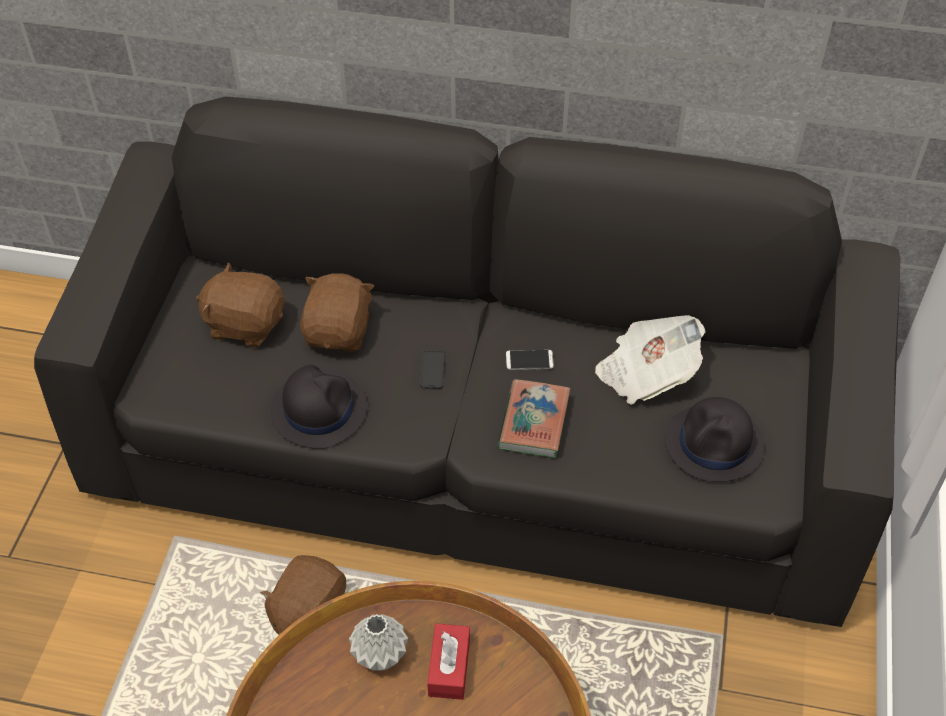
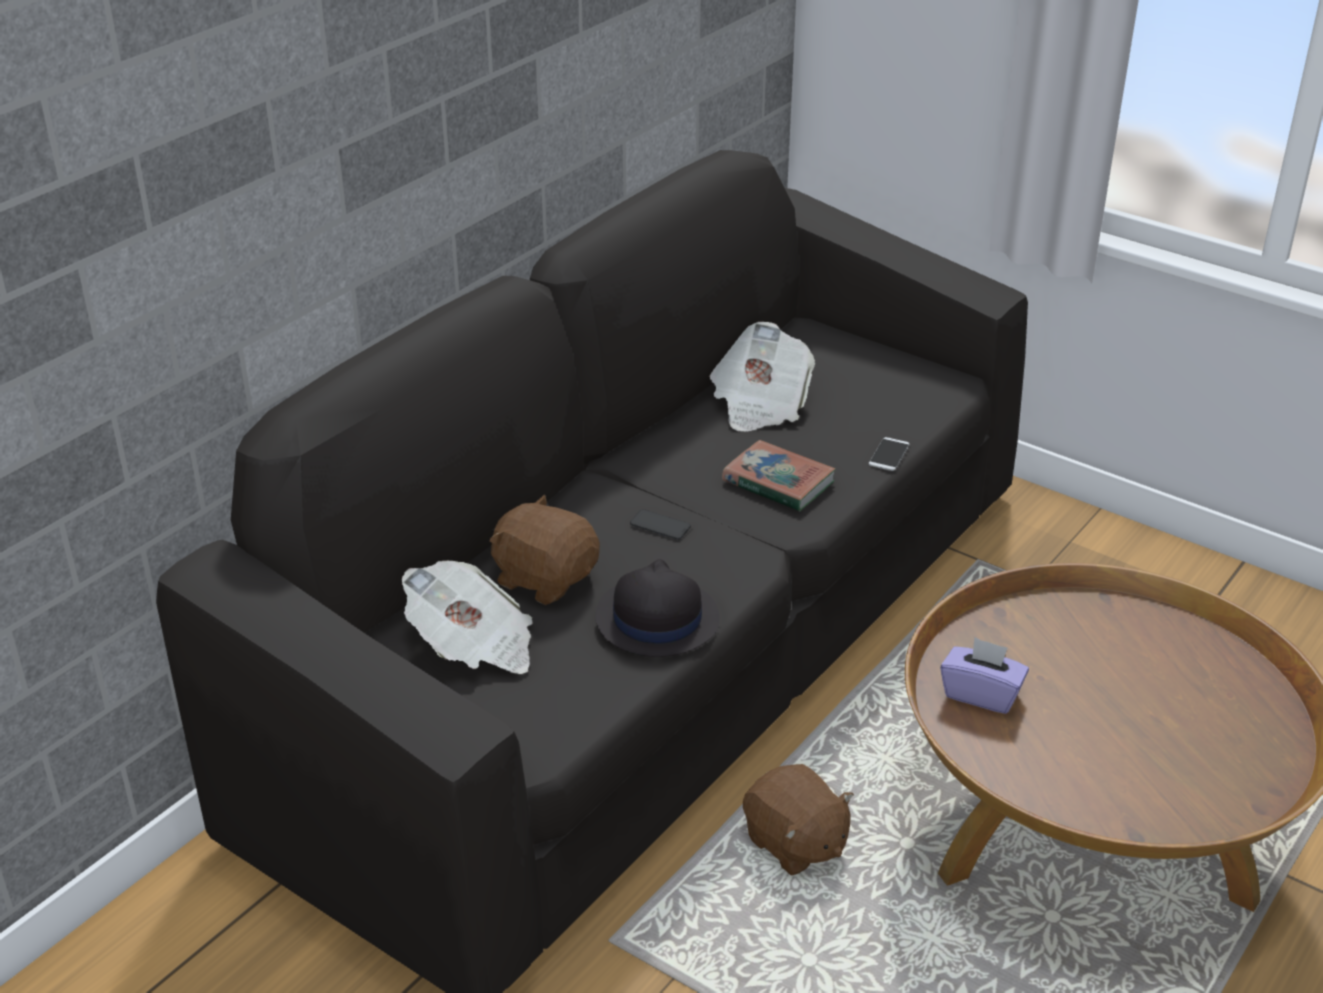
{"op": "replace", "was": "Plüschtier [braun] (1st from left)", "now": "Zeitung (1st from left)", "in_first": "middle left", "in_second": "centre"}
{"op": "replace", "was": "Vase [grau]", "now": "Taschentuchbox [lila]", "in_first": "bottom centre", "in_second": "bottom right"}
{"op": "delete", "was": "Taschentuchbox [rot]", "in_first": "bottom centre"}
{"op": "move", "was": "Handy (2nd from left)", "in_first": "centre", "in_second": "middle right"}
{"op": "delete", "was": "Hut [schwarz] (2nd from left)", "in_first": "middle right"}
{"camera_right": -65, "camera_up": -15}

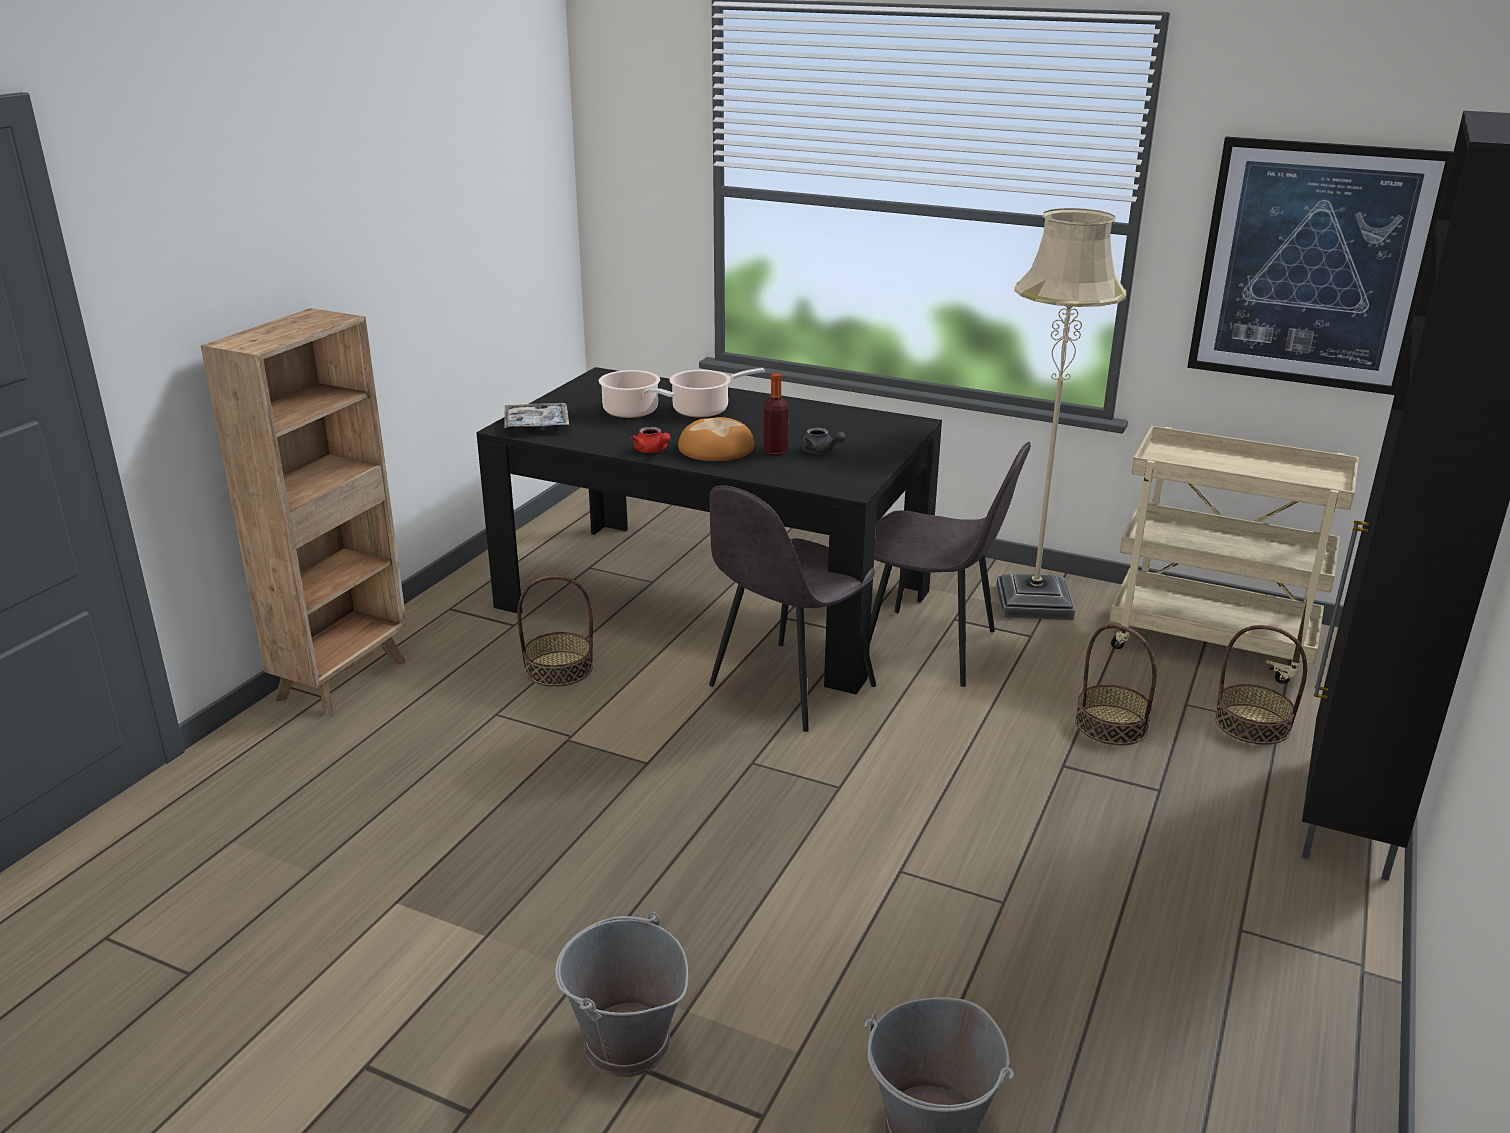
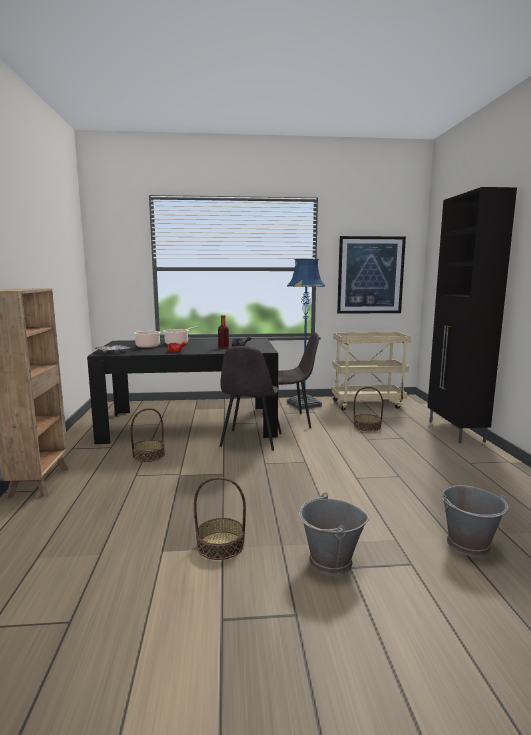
{"op": "delete", "was": "Brot", "in_first": "centre"}
{"op": "recolor", "was": "Stehlampe [beige]", "now": "Stehlampe [blau]", "in_first": "middle right", "in_second": "centre"}
{"op": "move", "was": "Korb (3rd from left in the first image)", "now": "Korb (2nd from left)", "in_first": "middle right", "in_second": "bottom centre"}
{"camera_right": -30, "camera_up": -15}

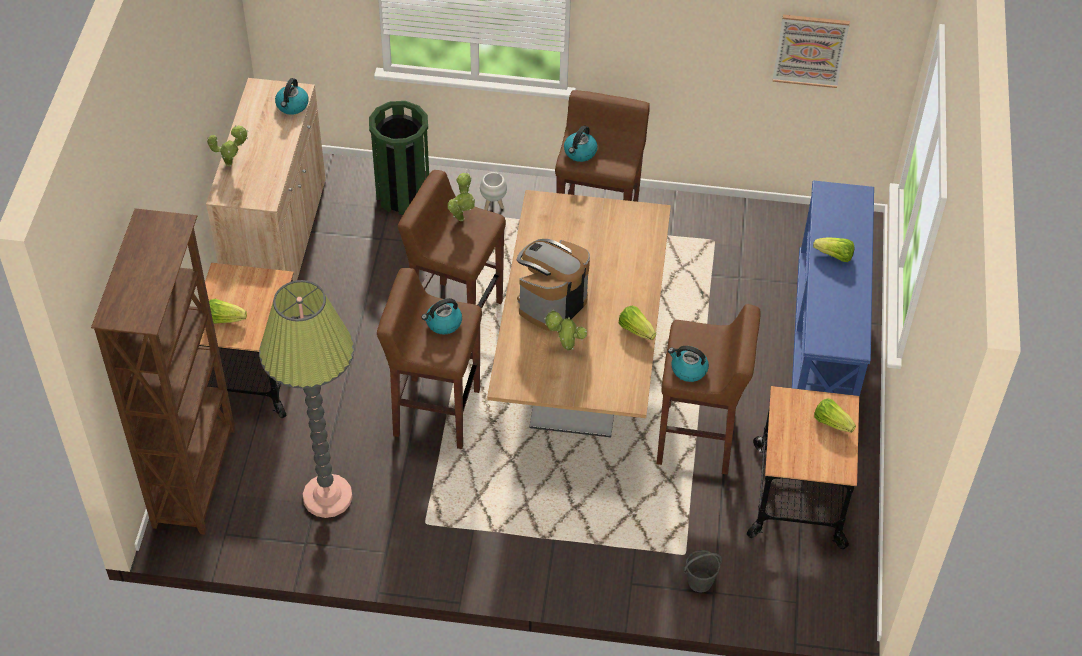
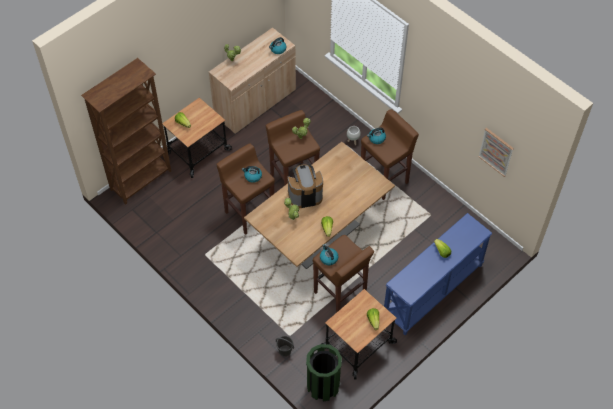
{"op": "delete", "was": "Stehlampe", "in_first": "middle left"}
{"op": "move", "was": "Mülleimer [grün]", "in_first": "top centre", "in_second": "bottom centre"}
{"camera_right": 40, "camera_up": 5}

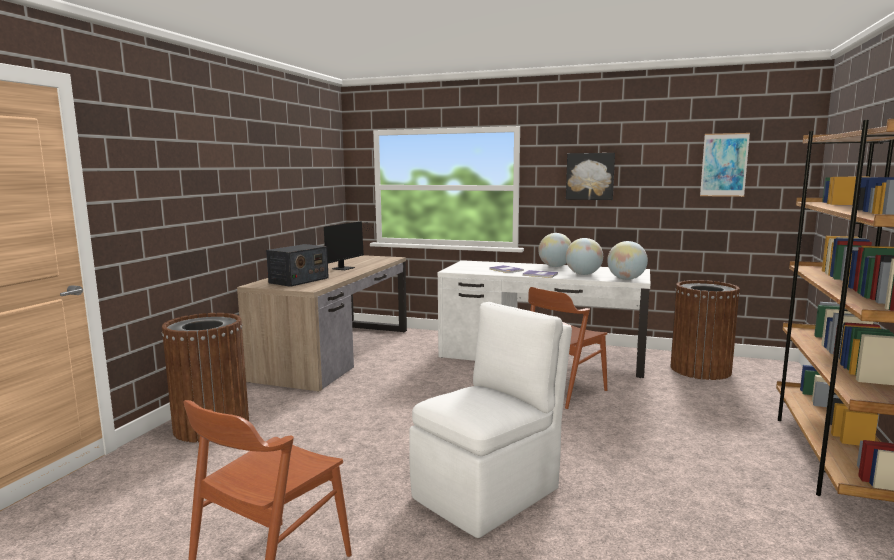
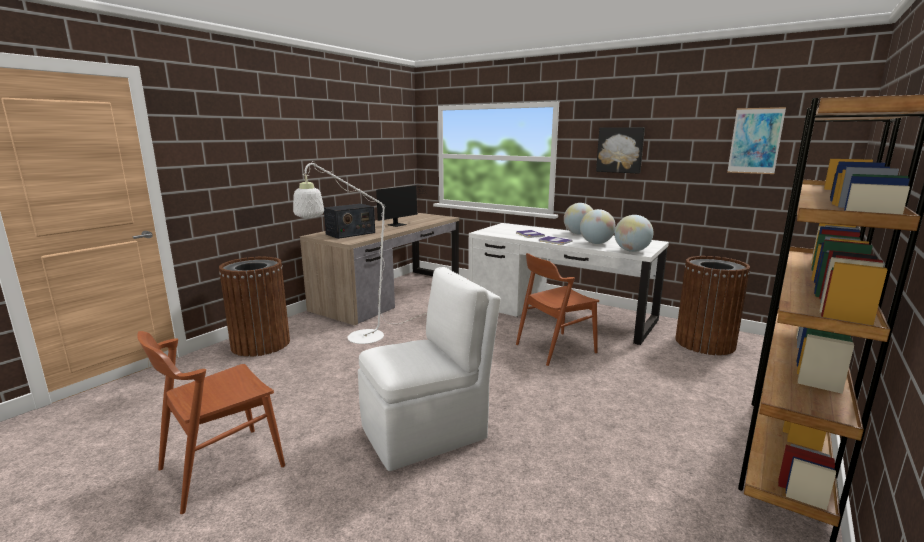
{"op": "insert", "now": "Stehlampe [weiß]", "in_second": "centre"}
{"camera_right": 15, "camera_up": 5}

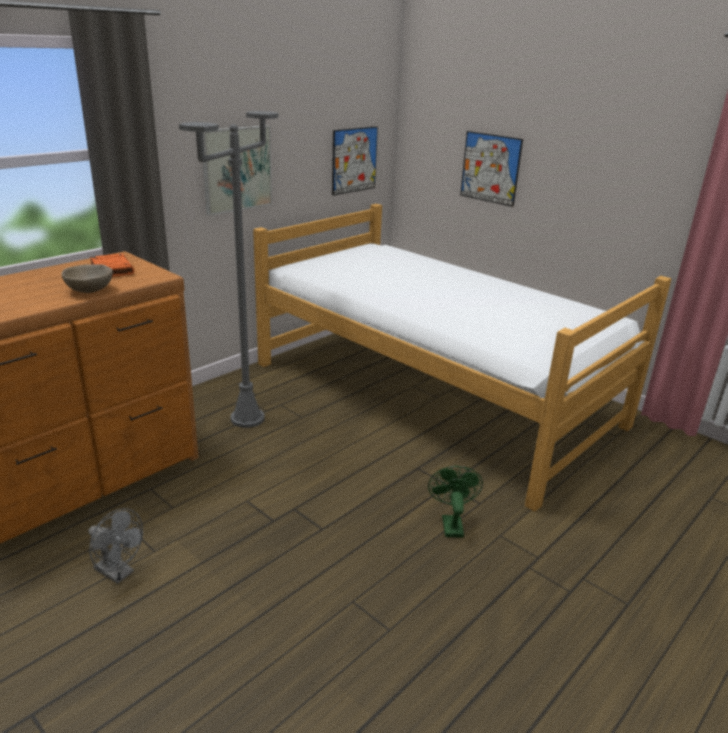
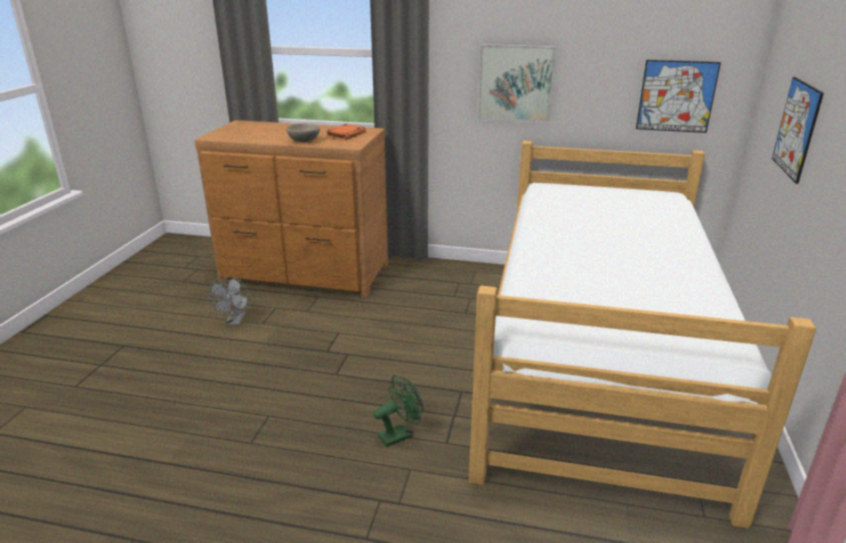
{"op": "delete", "was": "Stehlampe [grau]", "in_first": "middle left"}
{"camera_right": 60, "camera_up": 0}

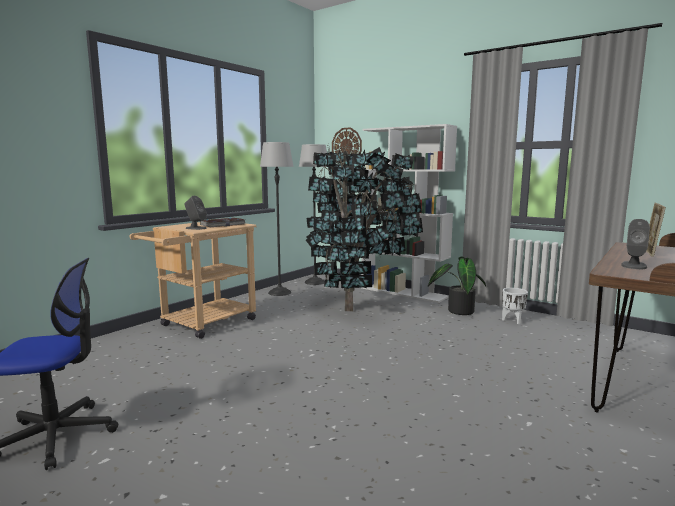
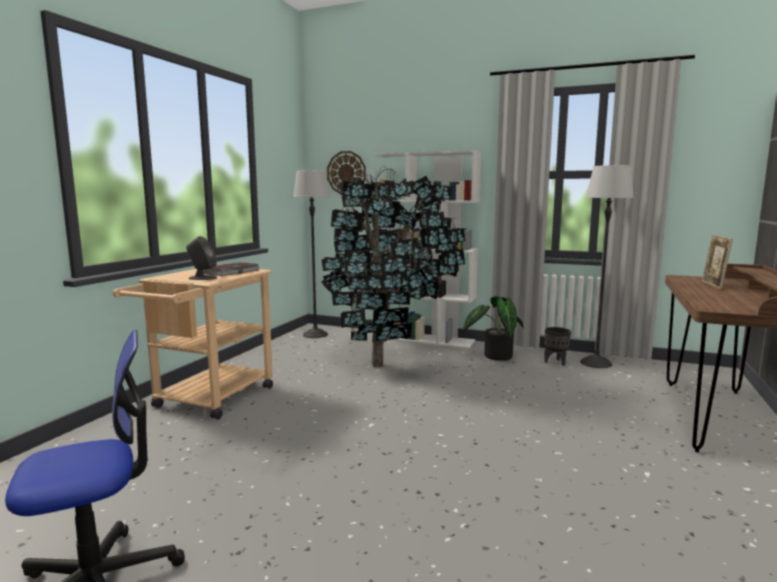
{"op": "move", "was": "Stehlampe (1st from left in the first image)", "now": "Stehlampe (2nd from left)", "in_first": "centre", "in_second": "middle right"}
{"op": "recolor", "was": "Pflanzkübel [weiß]", "now": "Pflanzkübel [schwarz]", "in_first": "middle right", "in_second": "middle right"}
{"op": "delete", "was": "Lautsprecher [grau] (2nd from left)", "in_first": "middle right"}
{"camera_right": -15, "camera_up": 0}

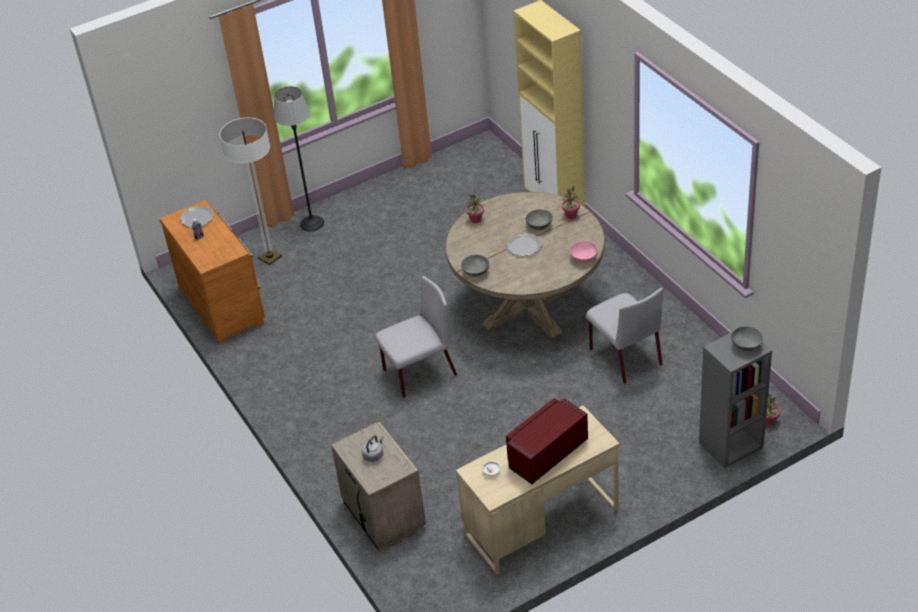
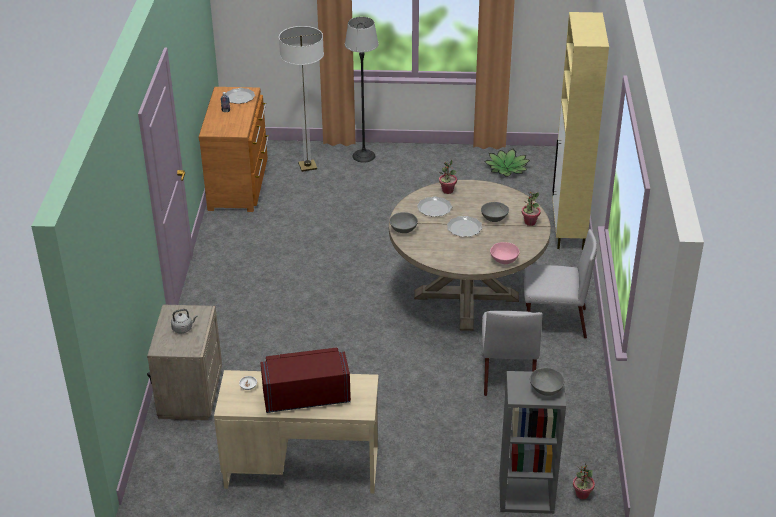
{"op": "move", "was": "Stuhl [grau] (1st from left in the first image)", "now": "Stuhl [grau] (2nd from left)", "in_first": "centre", "in_second": "middle right"}
{"op": "insert", "now": "Teller (2nd from left)", "in_second": "centre"}
{"op": "insert", "now": "Topfpflanze (2nd from left)", "in_second": "top centre"}
{"camera_right": 30, "camera_up": -5}

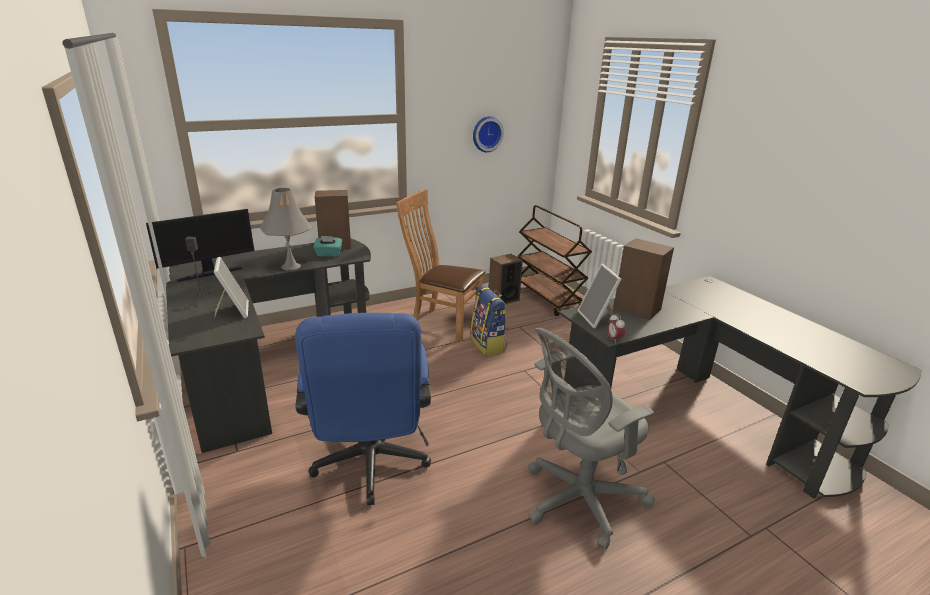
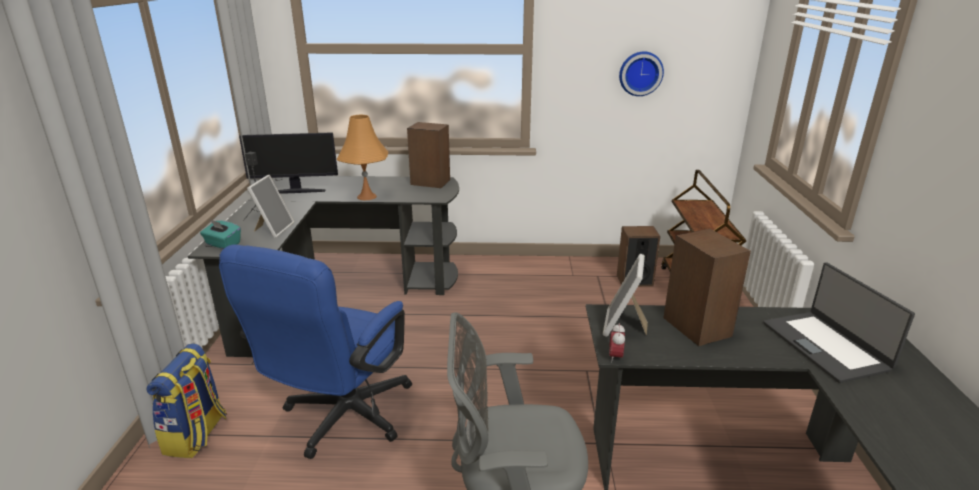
{"op": "recolor", "was": "Tischlampe [grau]", "now": "Tischlampe [orange]", "in_first": "middle left", "in_second": "top centre"}
{"op": "move", "was": "Taschentuchbox [türkis]", "in_first": "centre", "in_second": "middle left"}
{"op": "delete", "was": "Stuhl [braun]", "in_first": "centre"}
{"op": "move", "was": "Rucksack", "in_first": "centre", "in_second": "bottom left"}
{"op": "insert", "now": "Laptop", "in_second": "middle right"}
{"camera_right": 30, "camera_up": 0}

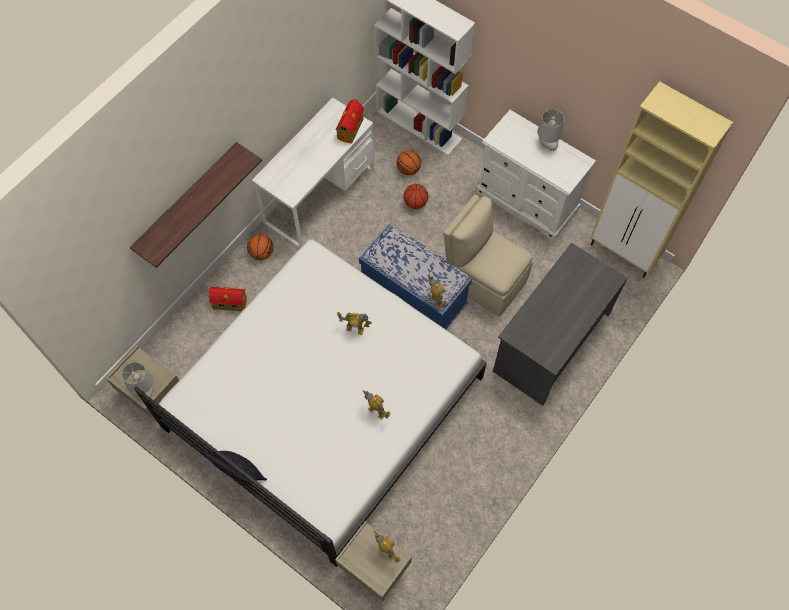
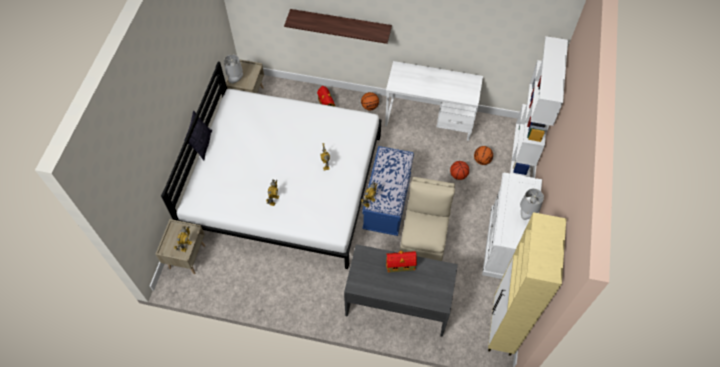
{"op": "move", "was": "Spielzeughaus (2nd from left)", "in_first": "top centre", "in_second": "bottom centre"}
{"camera_right": 65, "camera_up": -5}

